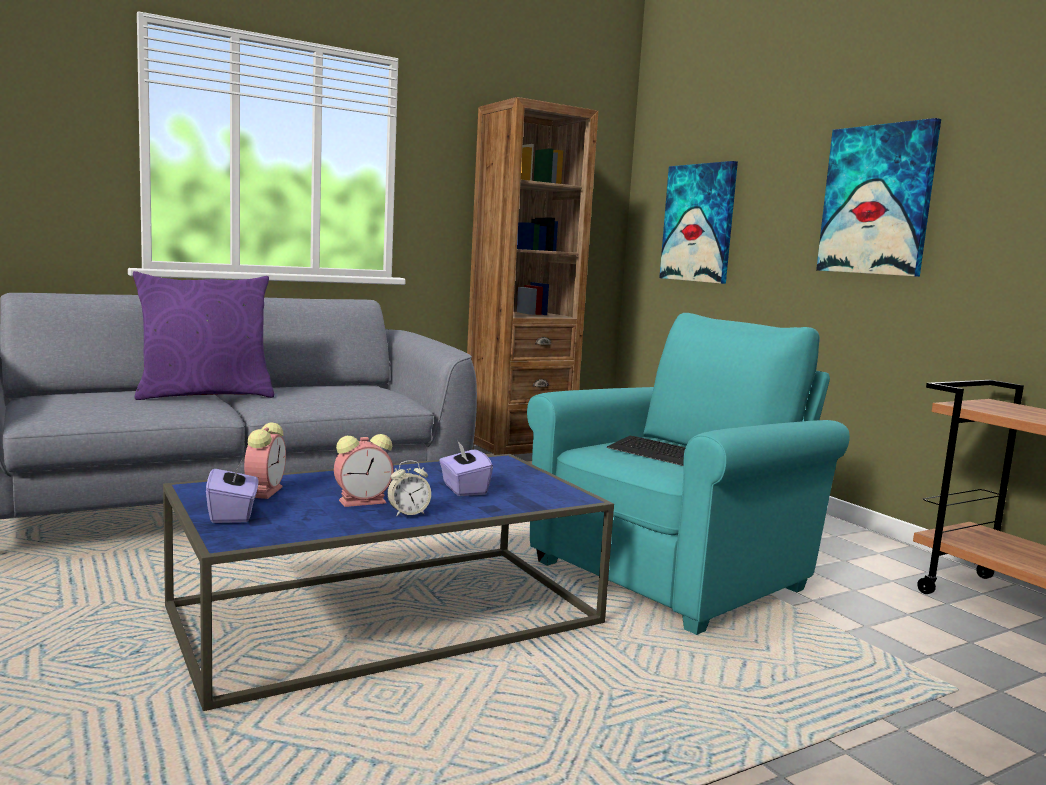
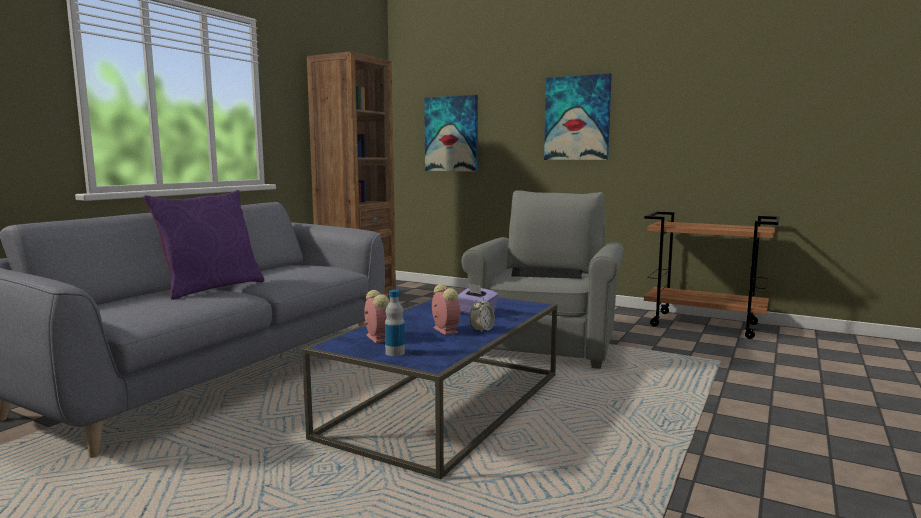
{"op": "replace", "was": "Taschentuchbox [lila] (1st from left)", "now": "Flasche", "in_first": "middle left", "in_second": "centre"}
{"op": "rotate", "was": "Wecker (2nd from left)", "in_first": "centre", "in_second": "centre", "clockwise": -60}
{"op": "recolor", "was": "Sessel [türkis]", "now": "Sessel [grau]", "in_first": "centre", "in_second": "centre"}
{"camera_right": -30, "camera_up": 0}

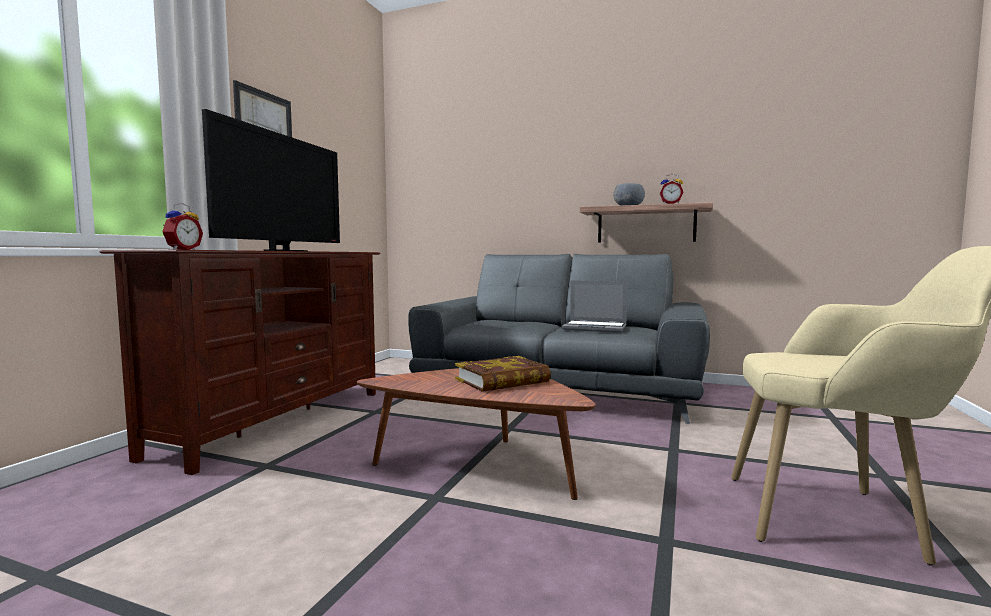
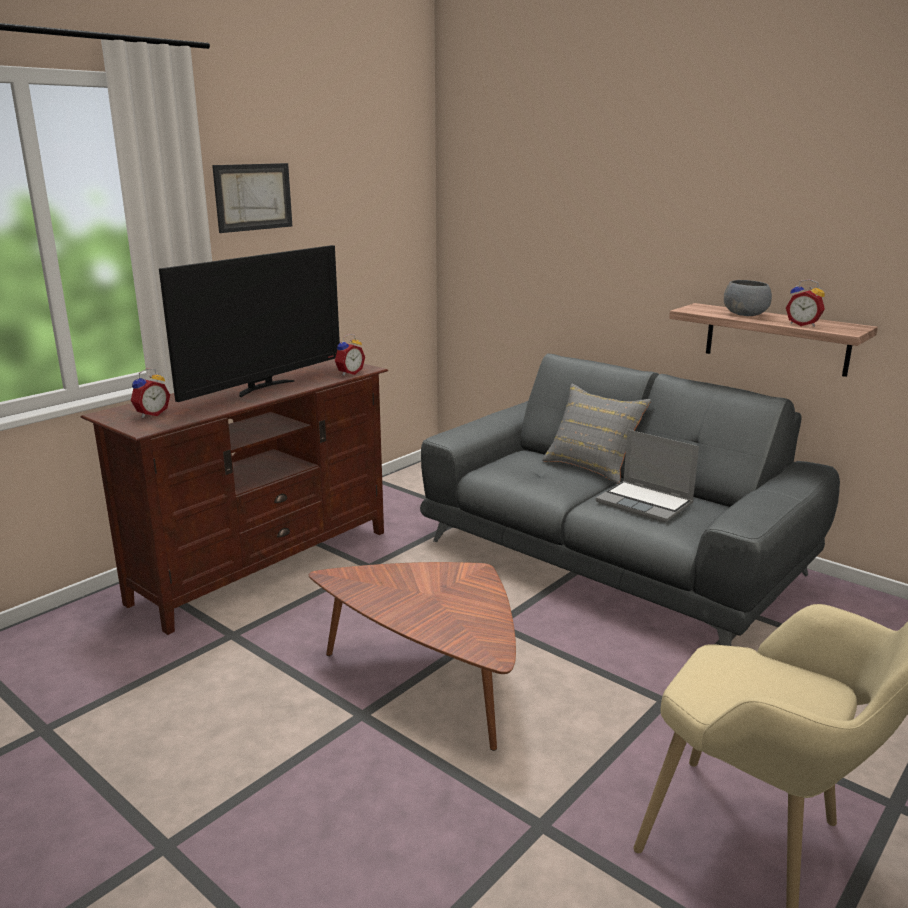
{"op": "delete", "was": "Buch", "in_first": "centre"}
{"op": "insert", "now": "Wecker (2nd from left)", "in_second": "centre"}
{"op": "insert", "now": "Kissen [grau]", "in_second": "centre"}
{"camera_right": 20, "camera_up": 15}

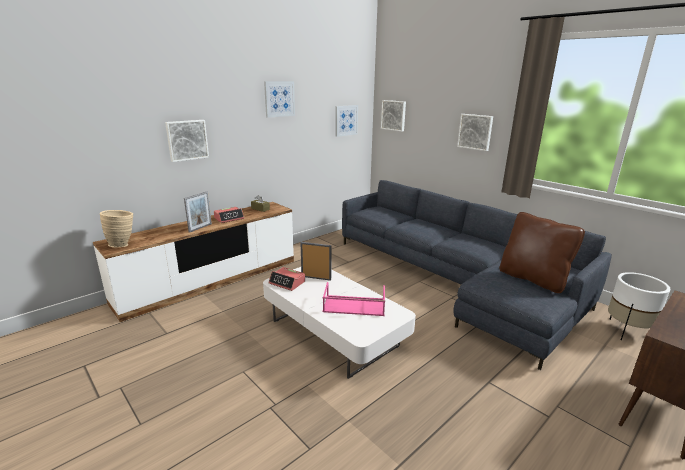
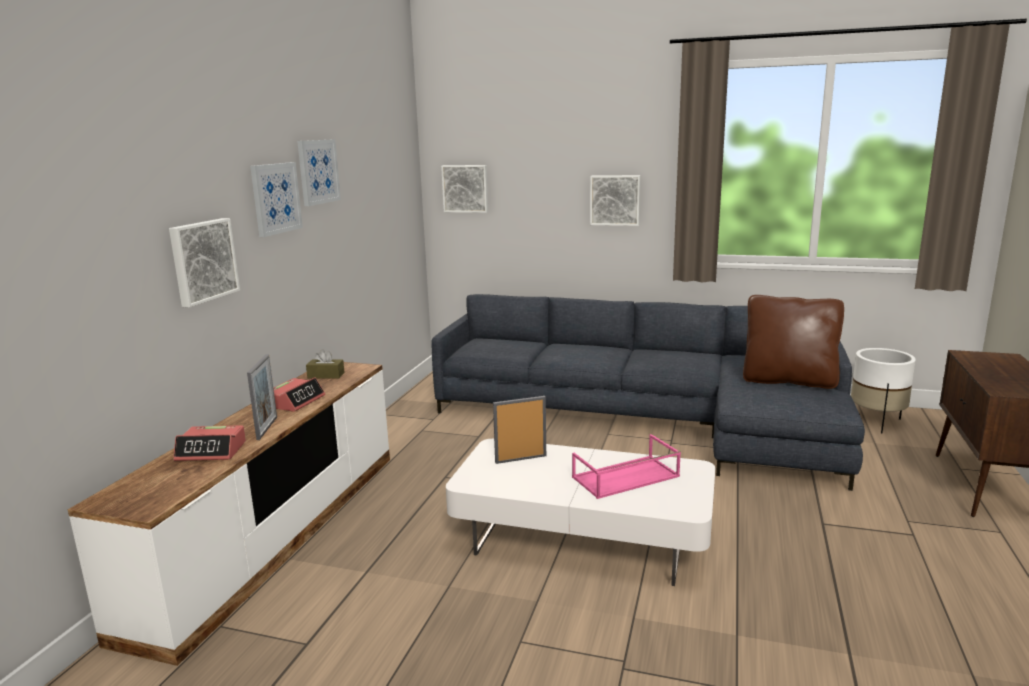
{"op": "delete", "was": "Vase [beige]", "in_first": "middle left"}
{"op": "move", "was": "Wecker (2nd from left in the first image)", "now": "Wecker (1st from left)", "in_first": "centre", "in_second": "middle left"}
{"op": "move", "was": "Bild (3rd from left in the first image)", "now": "Bild (2nd from left)", "in_first": "top centre", "in_second": "top left"}
{"camera_right": -30, "camera_up": -5}

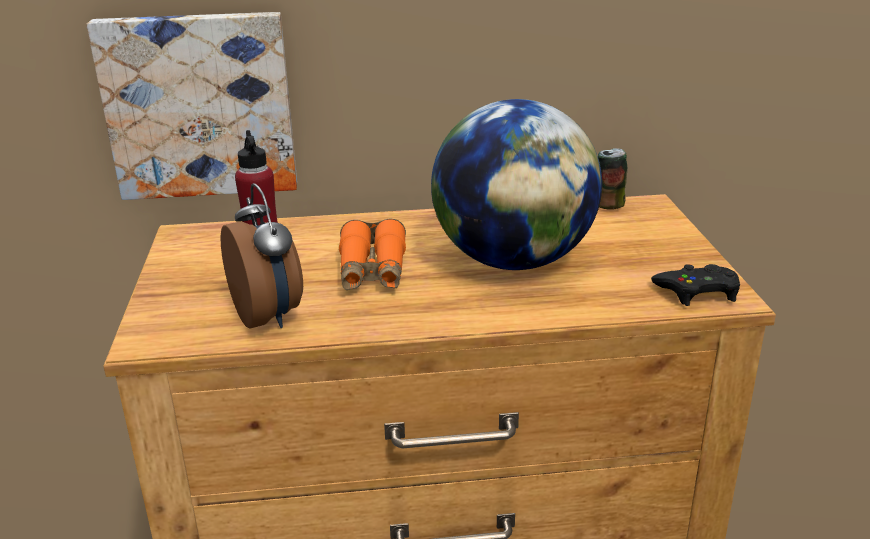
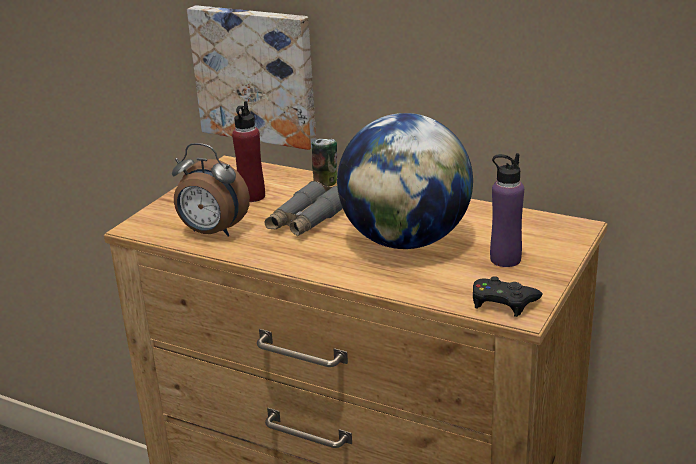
{"op": "rotate", "was": "Wecker", "in_first": "middle left", "in_second": "middle left", "clockwise": 105}
{"op": "recolor", "was": "Fernglas [orange]", "now": "Fernglas [grau]", "in_first": "centre", "in_second": "centre"}
{"op": "move", "was": "Dose", "in_first": "top right", "in_second": "centre"}
{"op": "insert", "now": "Flasche [lila]", "in_second": "middle right"}
{"camera_right": 35, "camera_up": 0}

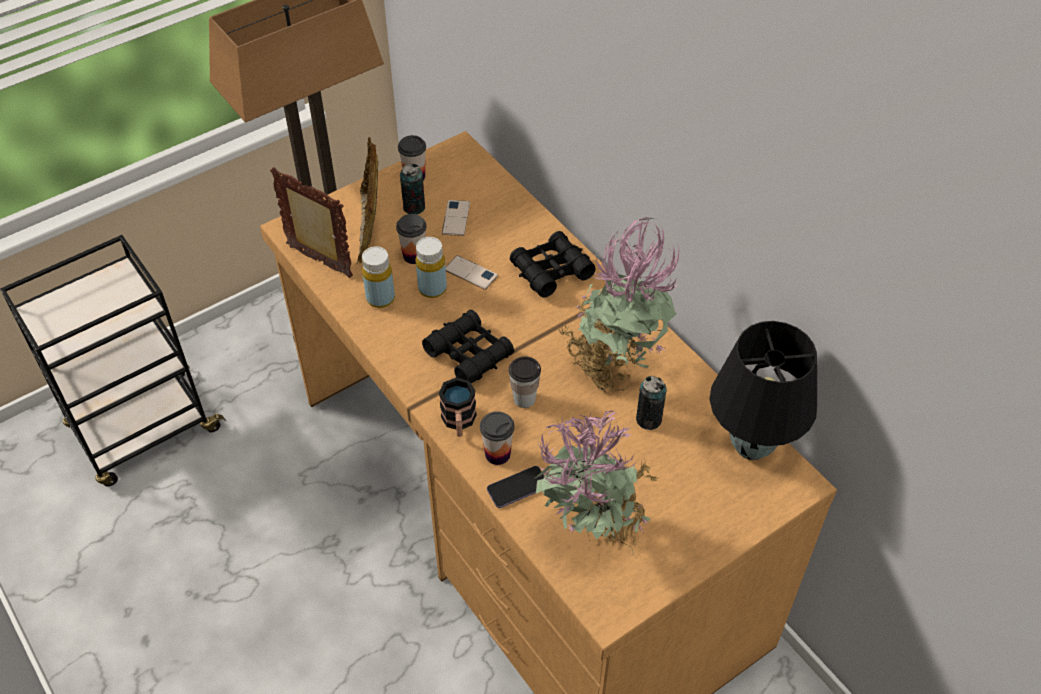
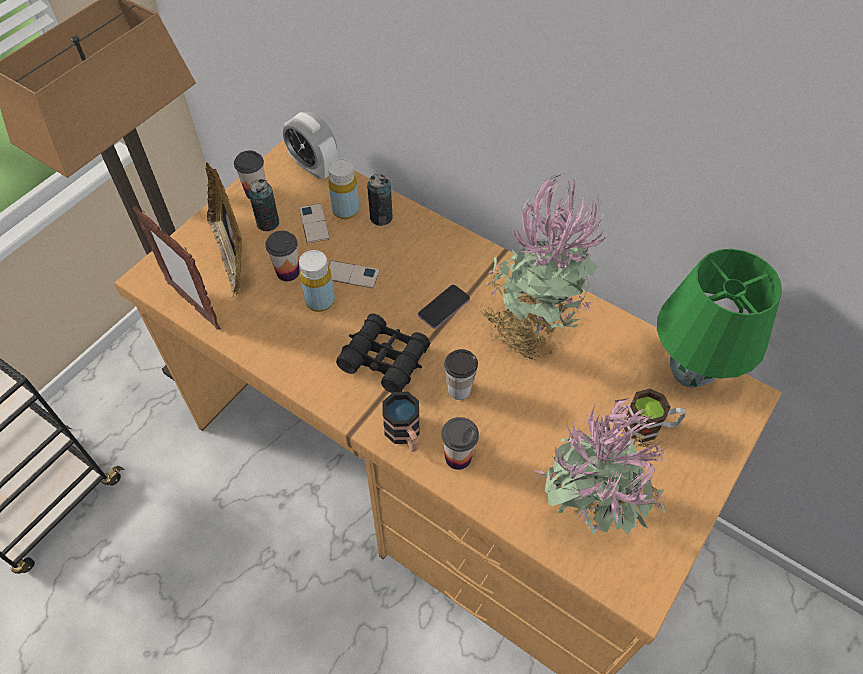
{"op": "rotate", "was": "Bilderrahmen (1st from left)", "in_first": "top left", "in_second": "middle left", "clockwise": -150}
{"op": "move", "was": "Flasche [gelb] (1st from left in the first image)", "now": "Flasche [gelb] (2nd from left)", "in_first": "centre", "in_second": "top centre"}
{"op": "move", "was": "Handy (3rd from left)", "in_first": "bottom centre", "in_second": "centre"}
{"op": "delete", "was": "Fernglas [schwarz] (2nd from left)", "in_first": "centre"}
{"op": "move", "was": "Dose (2nd from left)", "in_first": "centre", "in_second": "top centre"}
{"op": "recolor", "was": "Tischlampe [schwarz]", "now": "Tischlampe [grün]", "in_first": "middle right", "in_second": "middle right"}
{"op": "insert", "now": "Wecker", "in_second": "top centre"}
{"op": "insert", "now": "Henkelbecher (2nd from left)", "in_second": "middle right"}
{"camera_right": -20, "camera_up": 5}

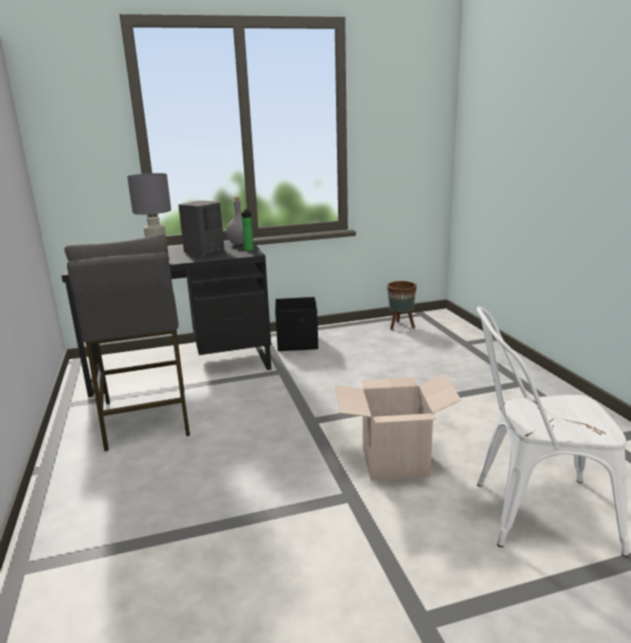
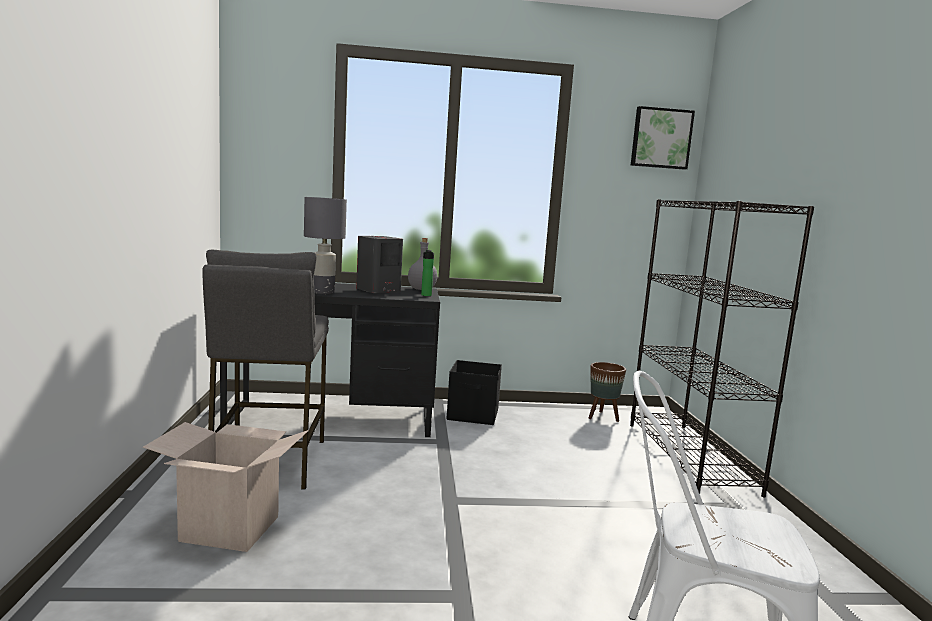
{"op": "move", "was": "Karton", "in_first": "centre", "in_second": "bottom left"}
{"op": "insert", "now": "Bücherregal [schwarz]", "in_second": "middle right"}
{"op": "insert", "now": "Bild", "in_second": "top right"}
{"camera_right": 10, "camera_up": -10}

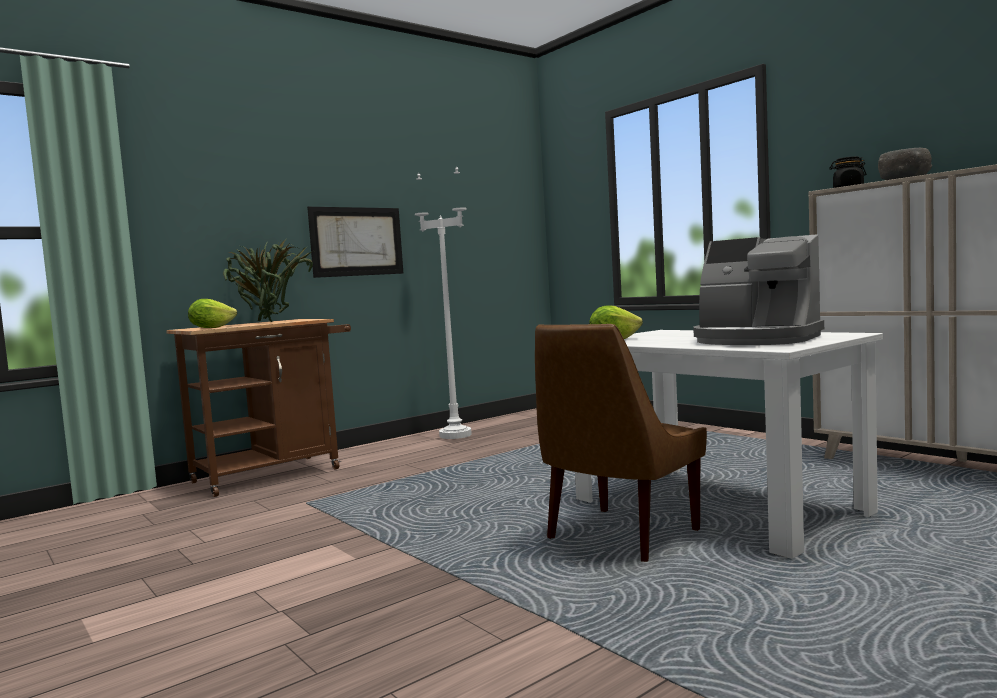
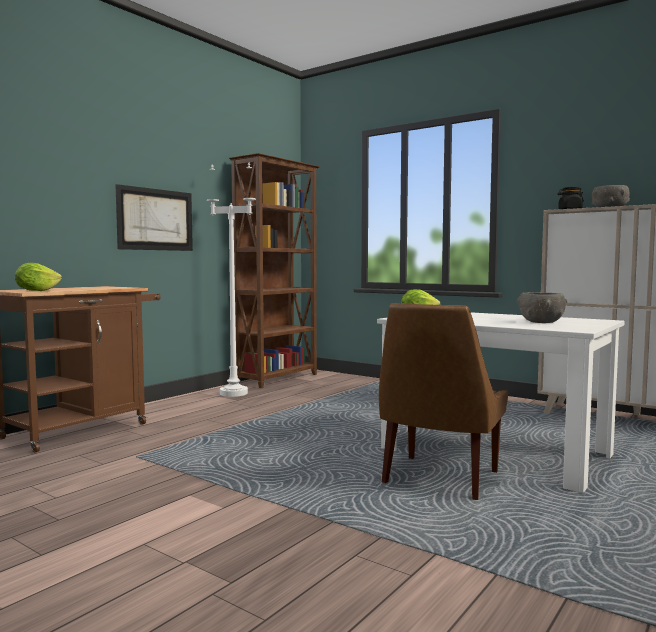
{"op": "delete", "was": "Topfpflanze", "in_first": "middle left"}
{"op": "replace", "was": "Kaffeemaschine", "now": "Schüssel [grau] (1st from left)", "in_first": "middle right", "in_second": "middle right"}
{"op": "insert", "now": "Bücherregal [braun]", "in_second": "centre"}
{"camera_right": -15, "camera_up": 0}

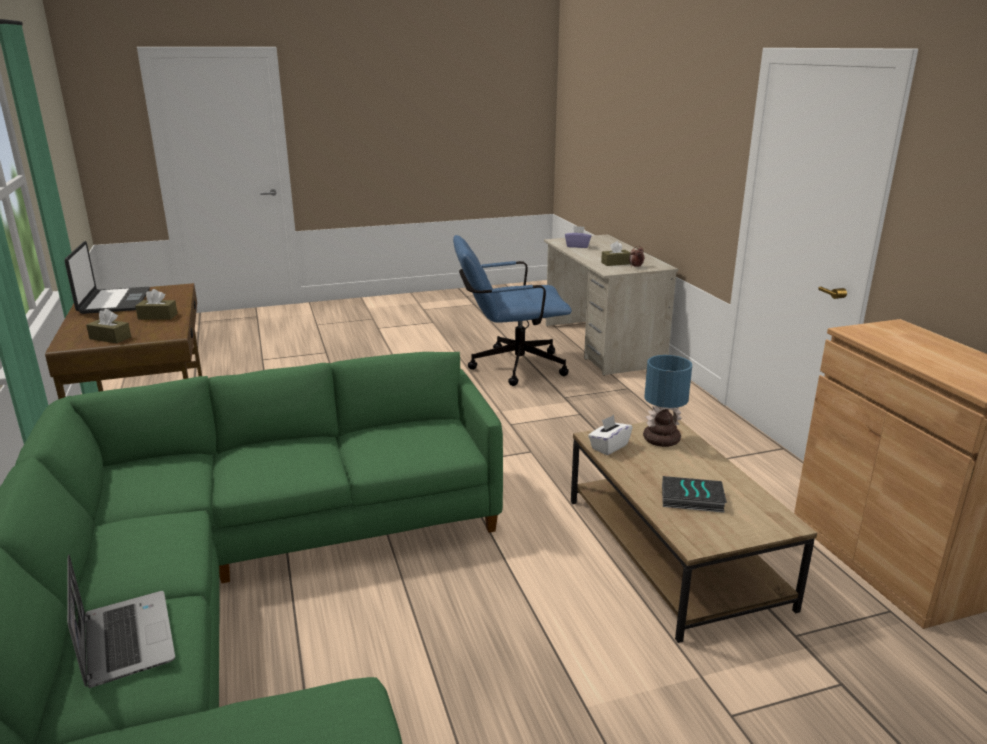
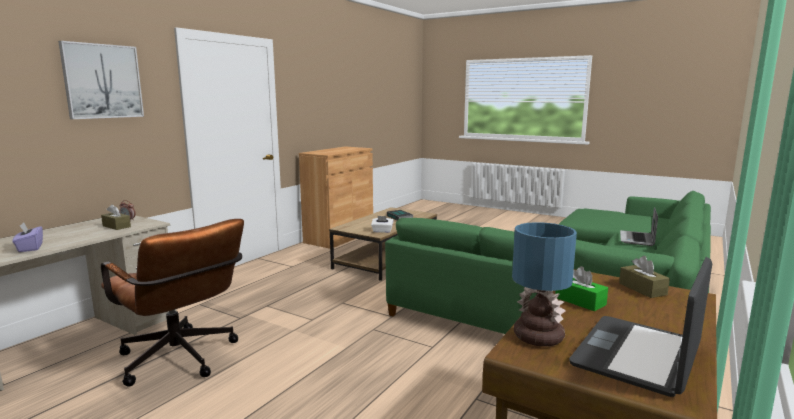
{"op": "recolor", "was": "Taschentuchbox [braun] (2nd from left)", "now": "Taschentuchbox [grün]", "in_first": "middle left", "in_second": "bottom right"}
{"op": "recolor", "was": "Bürostuhl [blau]", "now": "Bürostuhl [braun]", "in_first": "centre", "in_second": "bottom left"}
{"op": "move", "was": "Tischlampe", "in_first": "middle right", "in_second": "bottom right"}
{"op": "insert", "now": "Bild", "in_second": "top left"}
{"camera_right": -130, "camera_up": -10}

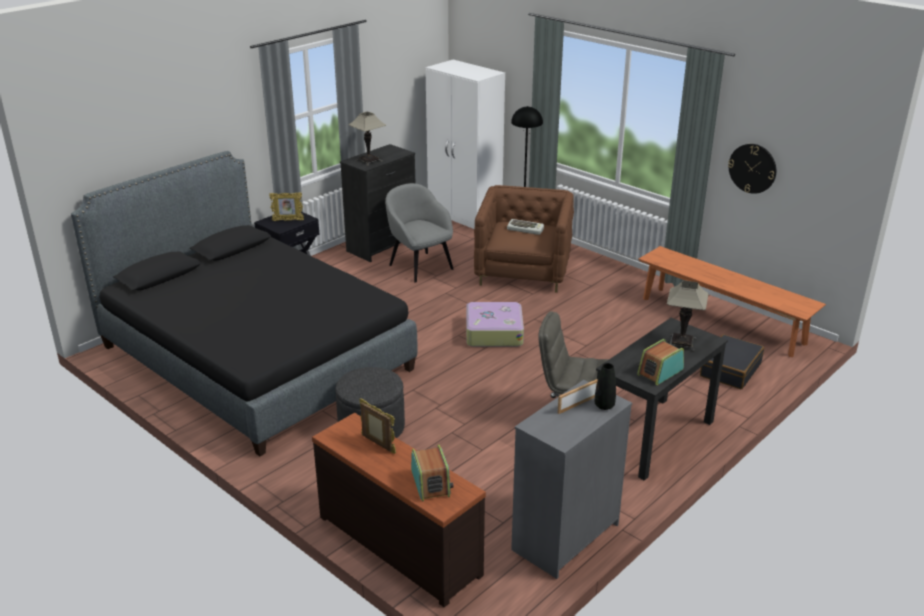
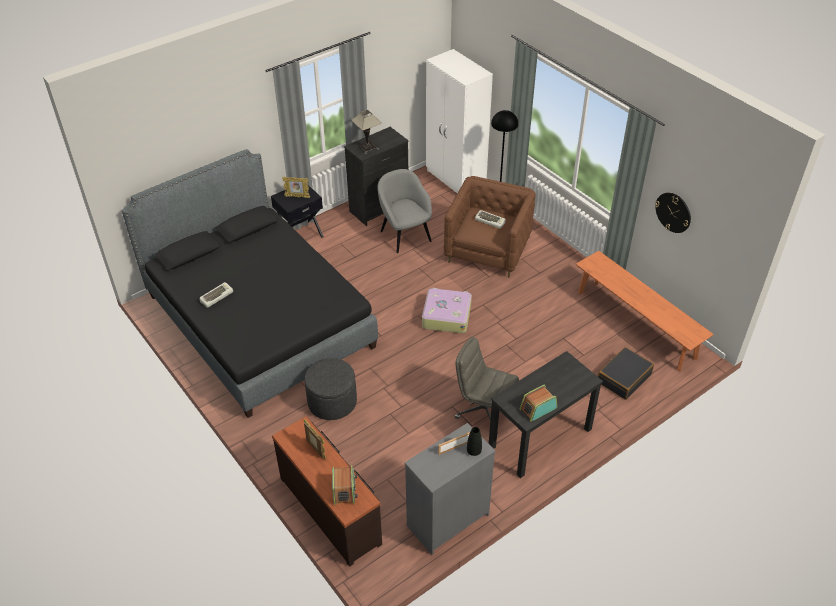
{"op": "delete", "was": "Tischlampe (2nd from left)", "in_first": "middle right"}
{"op": "insert", "now": "Tastatur (1st from left)", "in_second": "middle left"}
{"camera_right": 10, "camera_up": 15}

